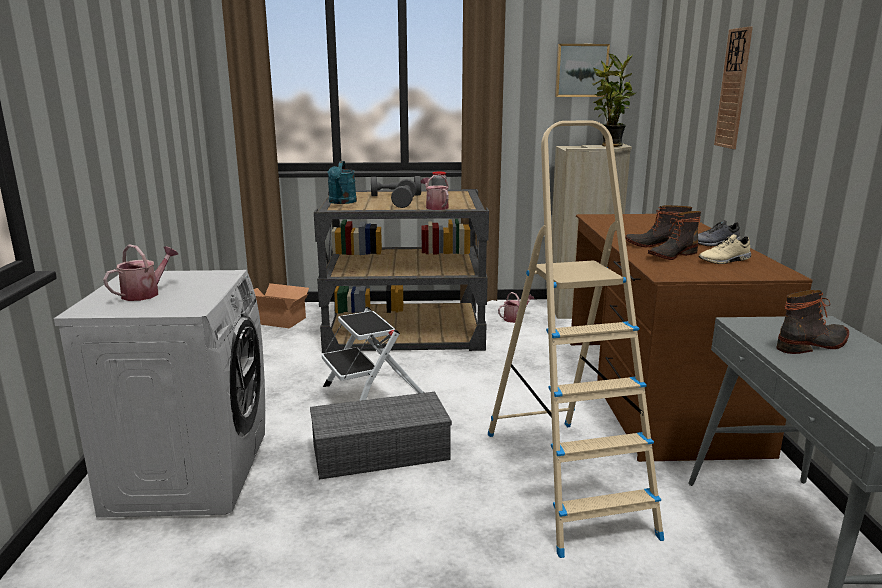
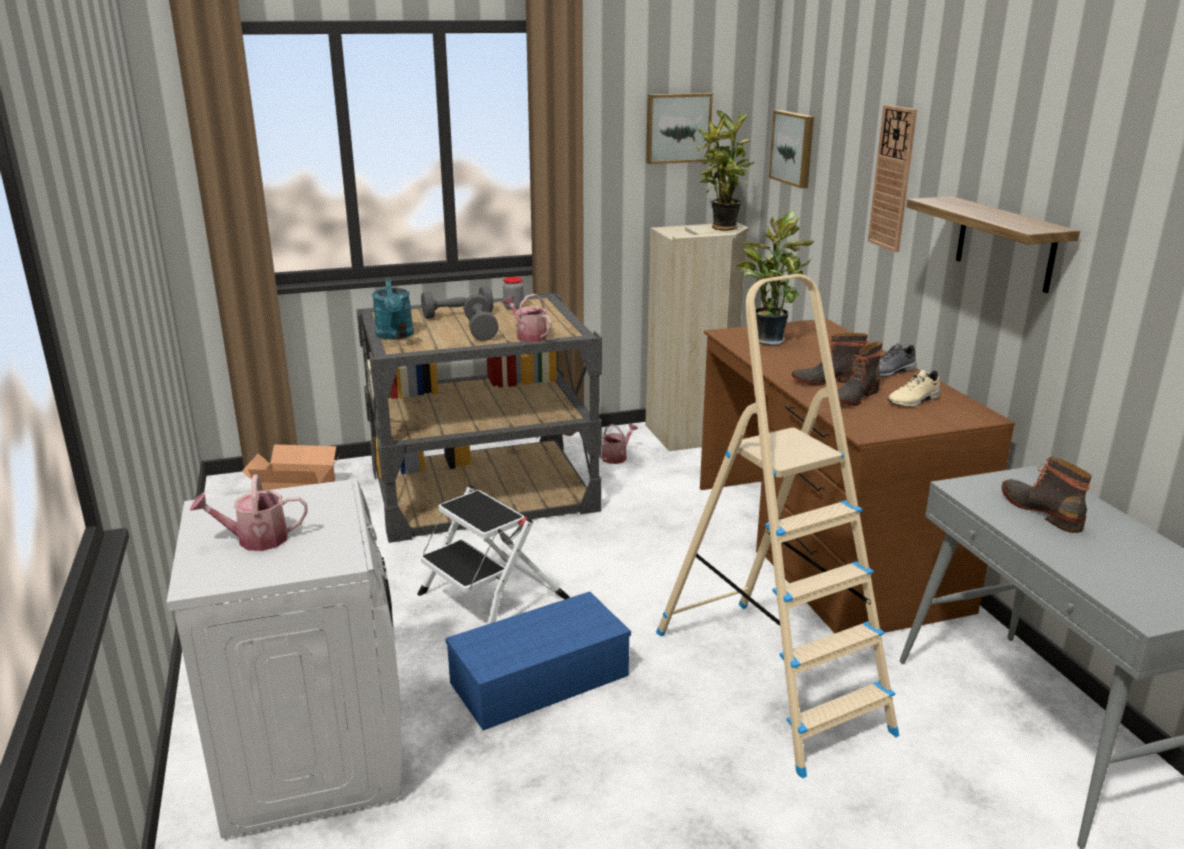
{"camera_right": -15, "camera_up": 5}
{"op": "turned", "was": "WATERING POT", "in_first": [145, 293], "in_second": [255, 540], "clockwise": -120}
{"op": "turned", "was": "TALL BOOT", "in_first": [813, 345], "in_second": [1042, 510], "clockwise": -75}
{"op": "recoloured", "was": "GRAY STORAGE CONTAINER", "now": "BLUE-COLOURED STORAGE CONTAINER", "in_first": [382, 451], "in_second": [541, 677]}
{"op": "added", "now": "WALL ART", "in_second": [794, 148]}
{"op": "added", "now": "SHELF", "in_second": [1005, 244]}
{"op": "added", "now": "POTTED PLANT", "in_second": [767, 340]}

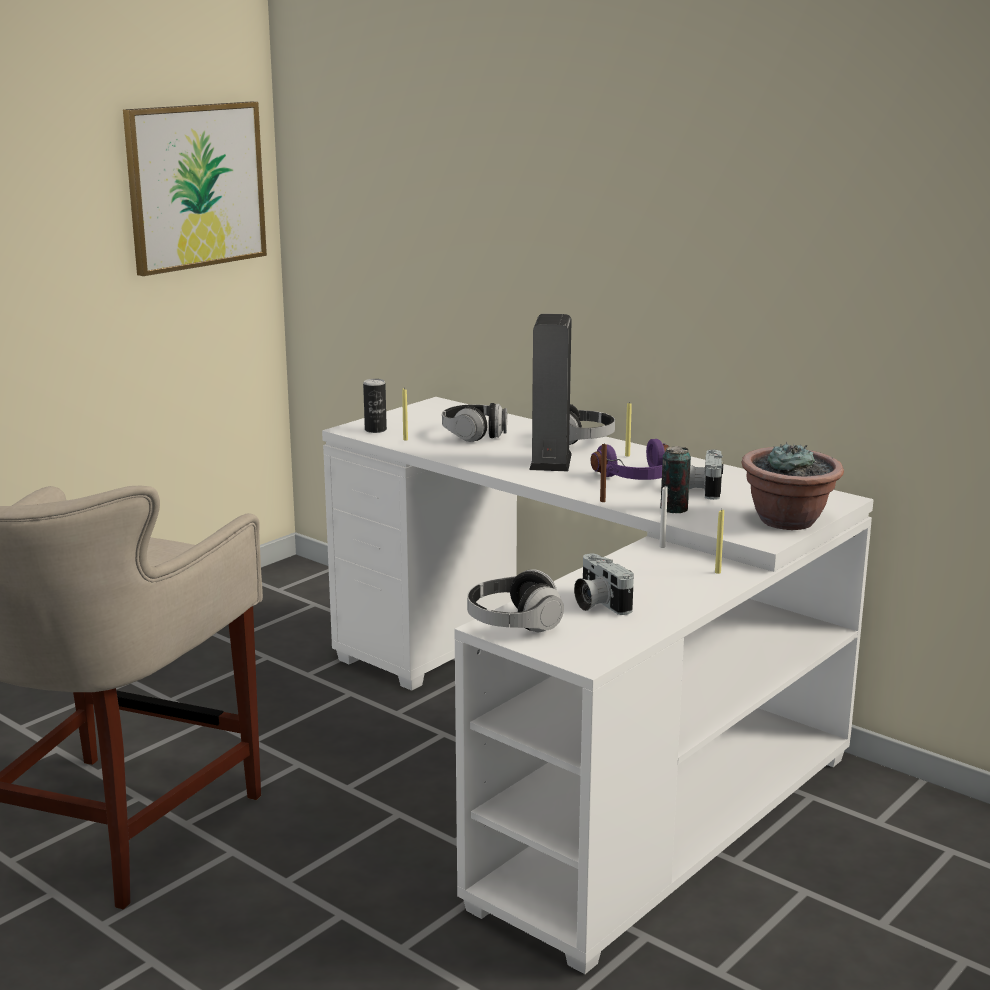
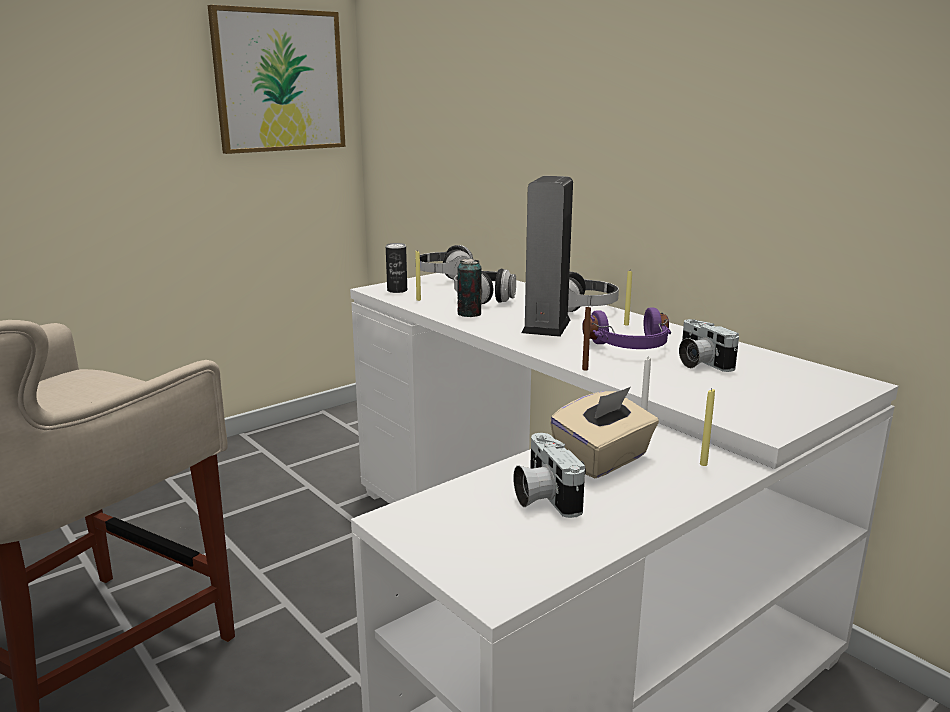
{"camera_right": 10, "camera_up": 0}
{"op": "removed", "was": "POTTED PLANT", "in_first": [788, 521]}
{"op": "moved", "was": "SEALED CAN", "in_first": [674, 509], "in_second": [469, 314]}
{"op": "turned", "was": "PHOTO CAMERA", "in_first": [703, 489], "in_second": [699, 363], "clockwise": -45}
{"op": "moved", "was": "HEADSET", "in_first": [514, 623], "in_second": [444, 276]}
{"op": "added", "now": "SAND-COLOURED BOX OF TISSUES", "in_second": [603, 460]}

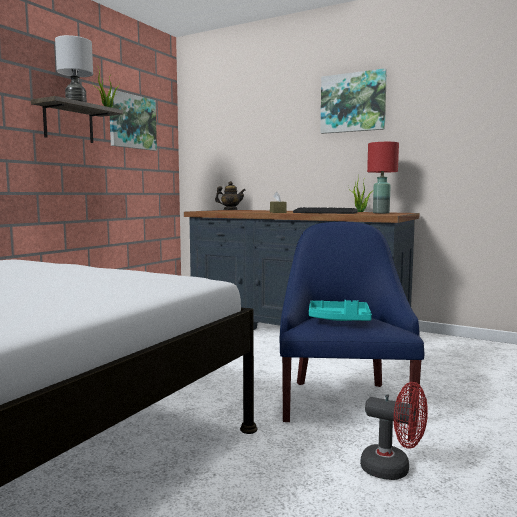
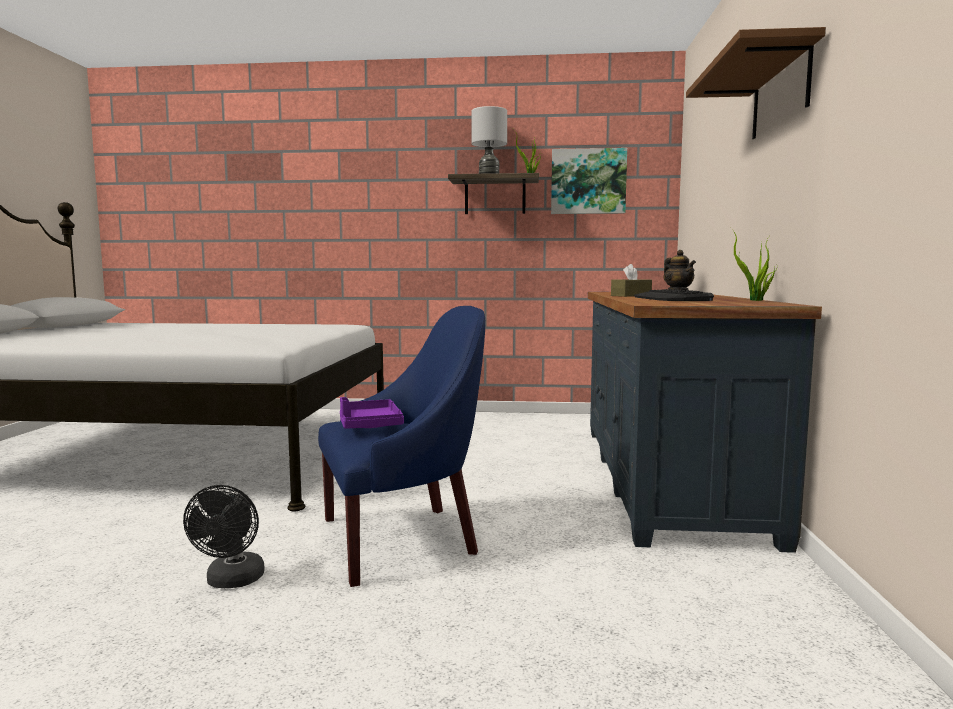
{"camera_right": 65, "camera_up": 0}
{"op": "replaced", "was": "WALL ART", "now": "BROWNISH SHELF", "in_first": [353, 102], "in_second": [780, 93]}
{"op": "removed", "was": "RED-COLOURED TABLETOP LAMP", "in_first": [381, 213]}
{"op": "recoloured", "was": "BLUE-GREEN TRAY", "now": "PURPLE TRAY", "in_first": [339, 319], "in_second": [369, 425]}
{"op": "recoloured", "was": "RED-COLOURED FAN", "now": "BLACK-COLOURED FAN", "in_first": [393, 469], "in_second": [232, 581]}

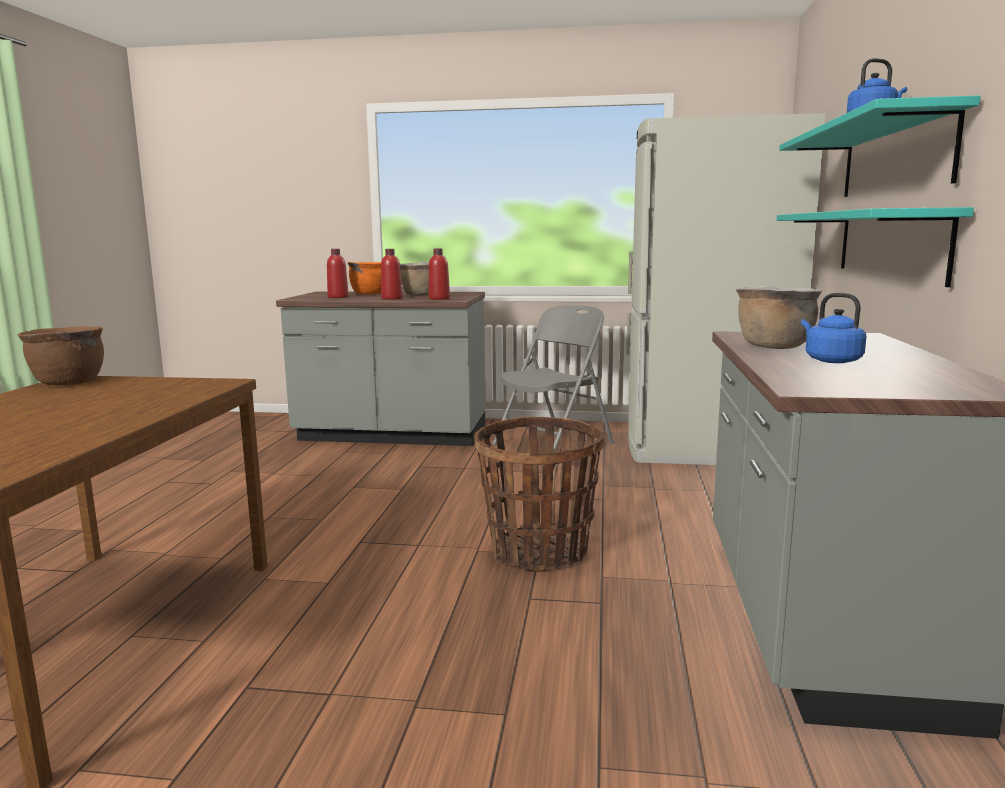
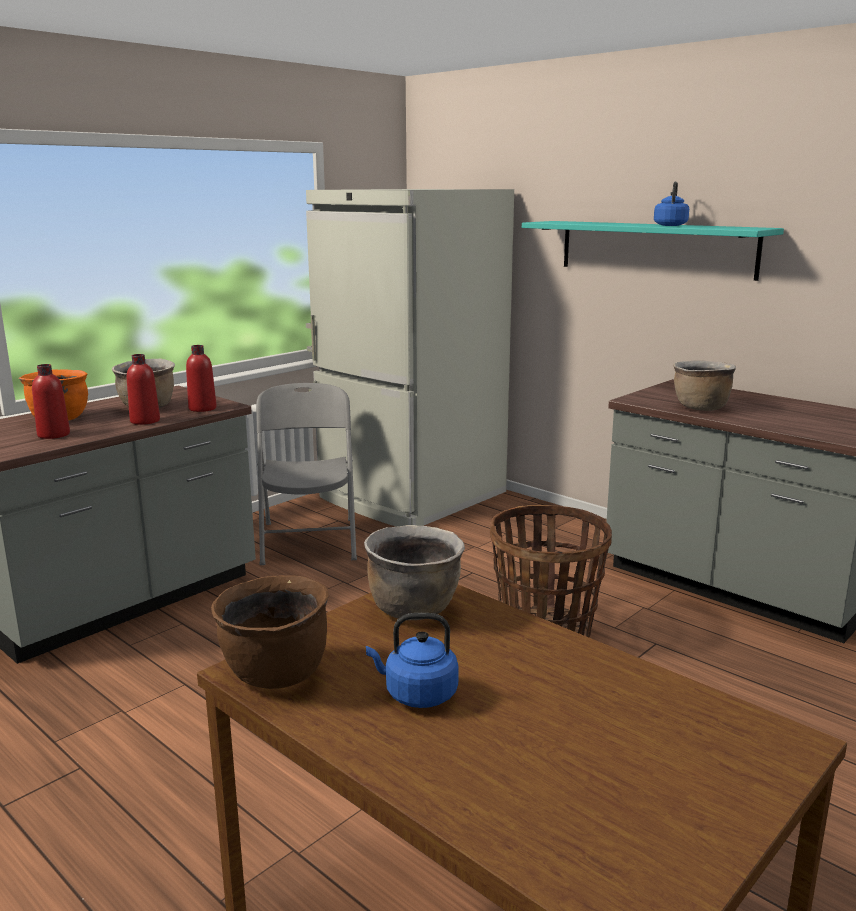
{"camera_right": -55, "camera_up": 5}
{"op": "removed", "was": "BLUE-GREEN SHELF", "in_first": [889, 244]}
{"op": "moved", "was": "BLUE-COLOURED KETTLE", "in_first": [830, 360], "in_second": [417, 694]}
{"op": "added", "now": "BROWNISH STOCKPOT", "in_second": [414, 608]}

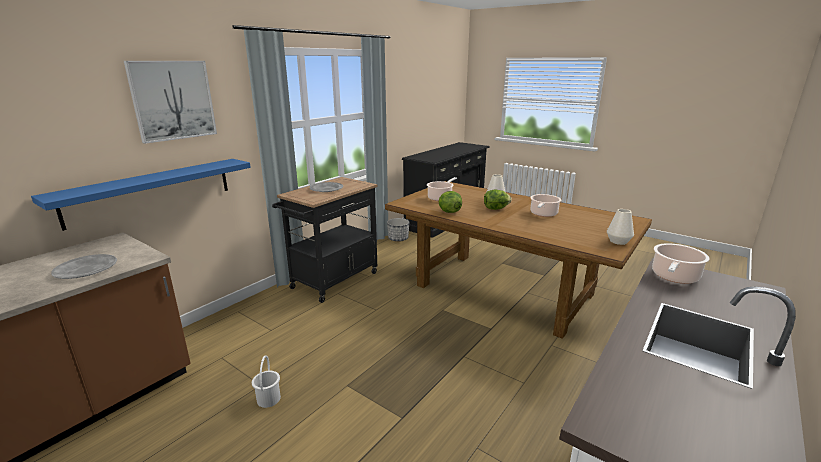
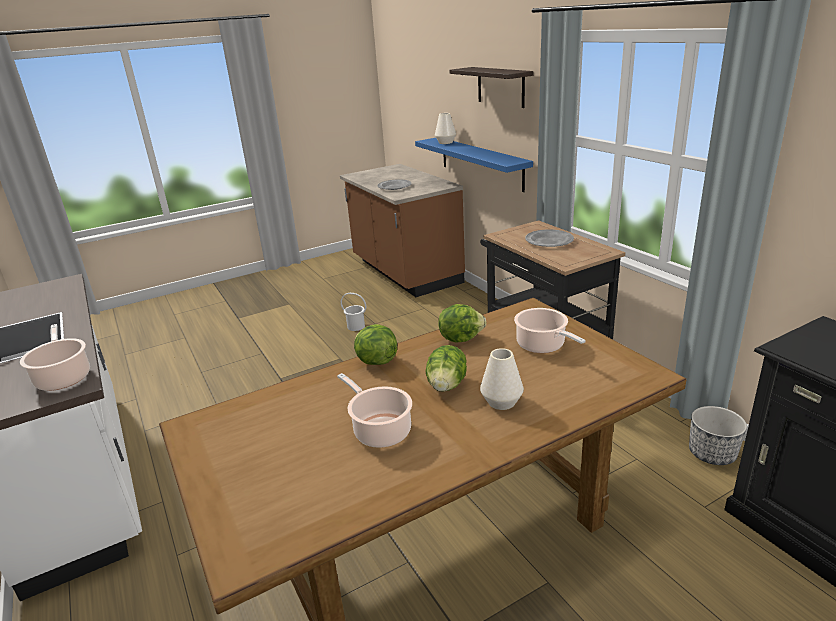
{"camera_right": 115, "camera_up": 5}
{"op": "replaced", "was": "WALL ART", "now": "SHELF", "in_first": [173, 100], "in_second": [500, 86]}
{"op": "moved", "was": "WHITE-COLOURED FLOWER VASE", "in_first": [618, 241], "in_second": [445, 142]}
{"op": "added", "now": "HEAD OF LETTUCE", "in_second": [376, 361]}

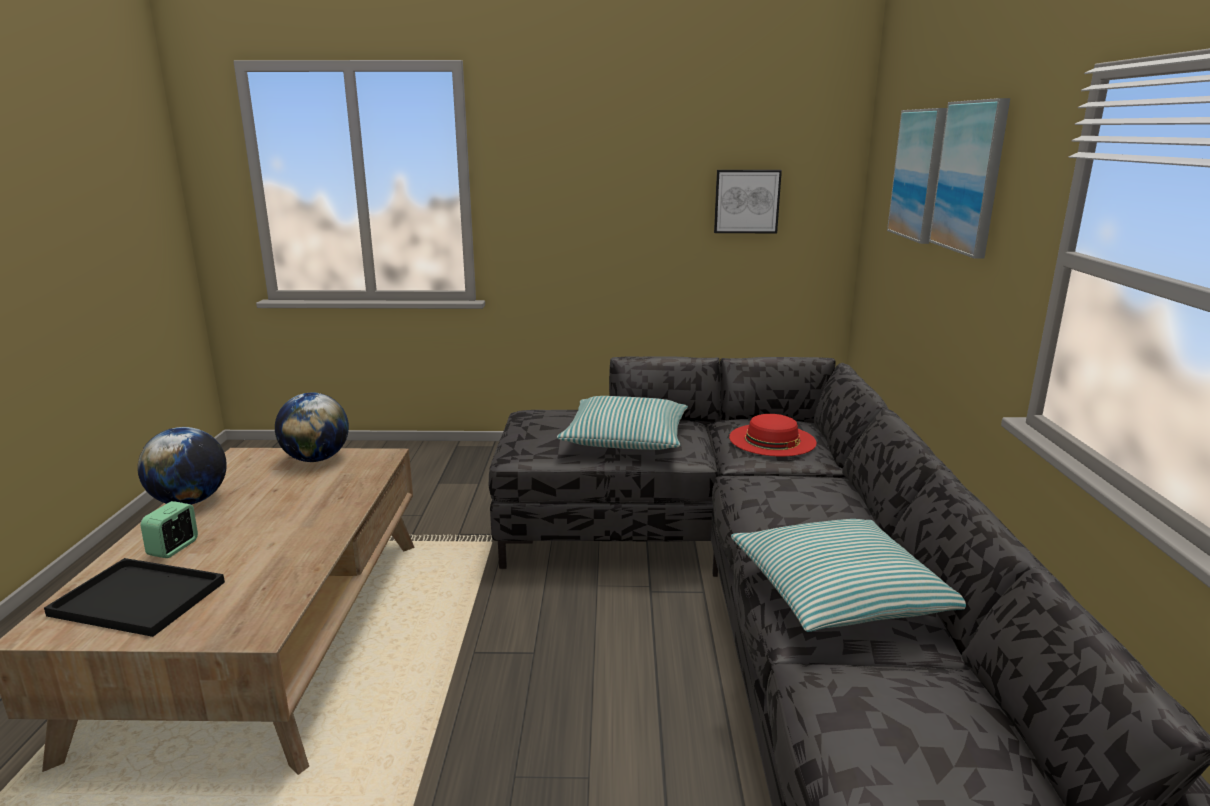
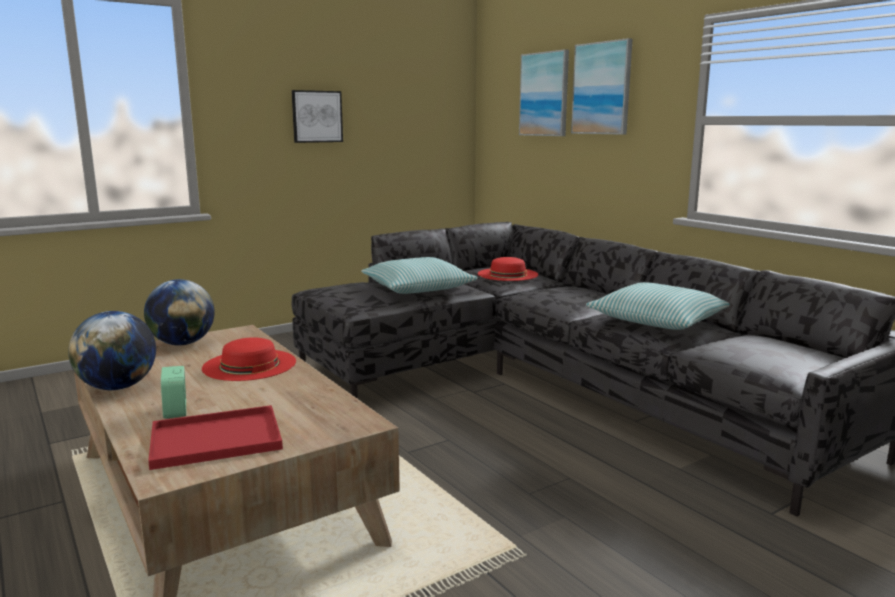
{"camera_right": -35, "camera_up": -5}
{"op": "moved", "was": "WALL ART", "in_first": [746, 201], "in_second": [317, 116]}
{"op": "recoloured", "was": "BLACK-COLOURED TRAY", "now": "RED-COLOURED TRAY", "in_first": [142, 598], "in_second": [218, 438]}
{"op": "added", "now": "RED-COLOURED CLOTHING HAT", "in_second": [249, 364]}

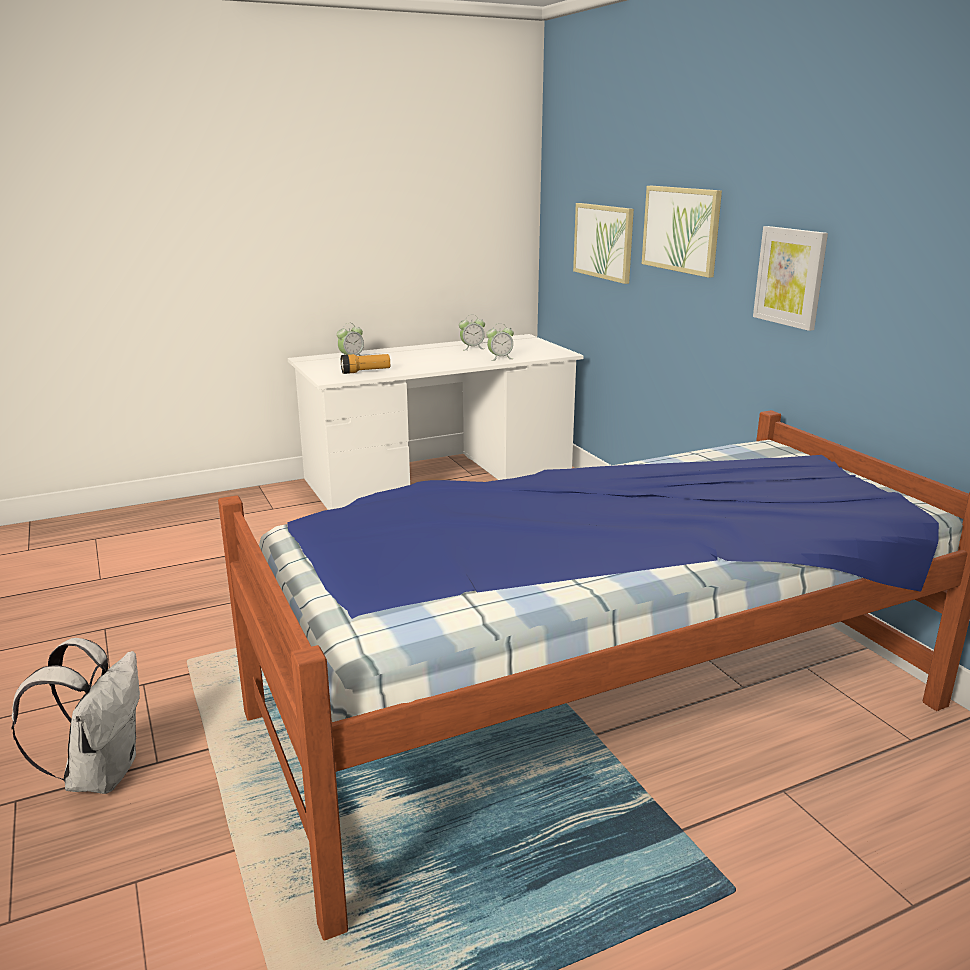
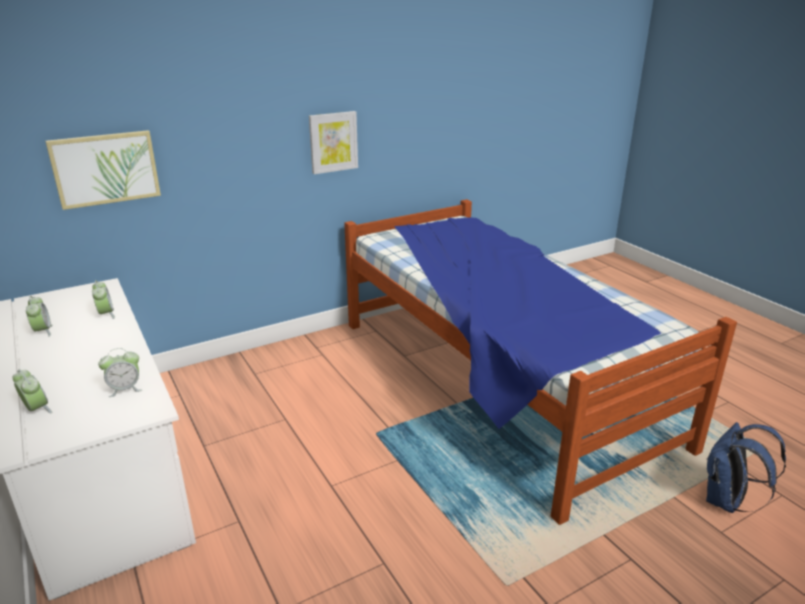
{"camera_right": -95, "camera_up": 5}
{"op": "removed", "was": "WALL ART", "in_first": [681, 229]}
{"op": "replaced", "was": "FLASHLIGHT", "now": "BEDSIDE CLOCK", "in_first": [365, 371], "in_second": [125, 389]}
{"op": "removed", "was": "WHITE-COLOURED RUCKSACK", "in_first": [101, 773]}
{"op": "added", "now": "BLUE-COLOURED RUCKSACK", "in_second": [727, 501]}

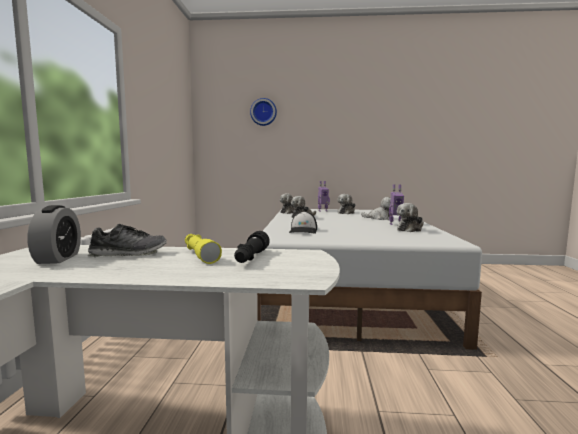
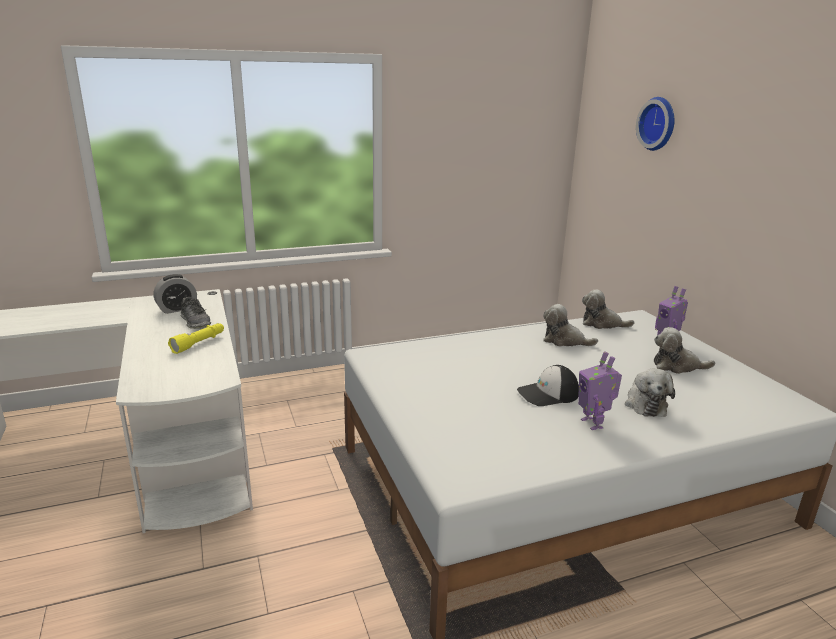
{"camera_right": 65, "camera_up": 15}
{"op": "removed", "was": "PLUSH TOY", "in_first": [410, 229]}
{"op": "moved", "was": "PEAKED CAP", "in_first": [303, 231], "in_second": [548, 394]}
{"op": "removed", "was": "BLACK-COLOURED FLASHLIGHT", "in_first": [251, 258]}

